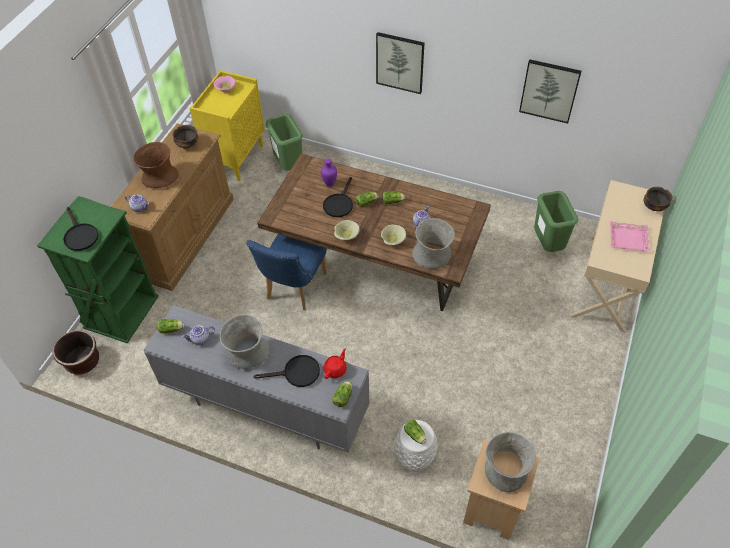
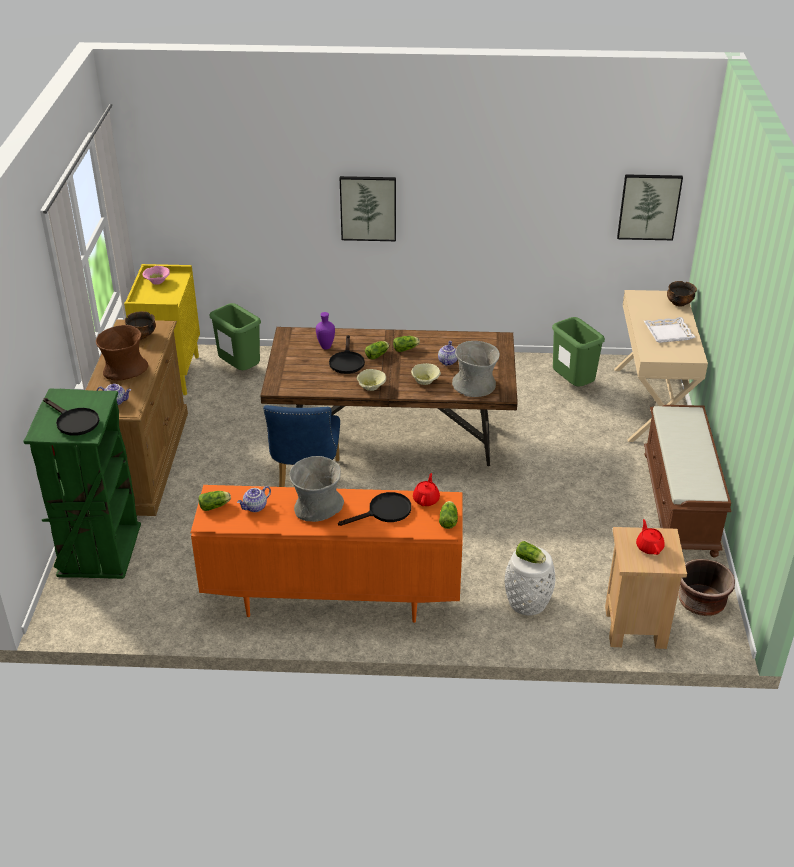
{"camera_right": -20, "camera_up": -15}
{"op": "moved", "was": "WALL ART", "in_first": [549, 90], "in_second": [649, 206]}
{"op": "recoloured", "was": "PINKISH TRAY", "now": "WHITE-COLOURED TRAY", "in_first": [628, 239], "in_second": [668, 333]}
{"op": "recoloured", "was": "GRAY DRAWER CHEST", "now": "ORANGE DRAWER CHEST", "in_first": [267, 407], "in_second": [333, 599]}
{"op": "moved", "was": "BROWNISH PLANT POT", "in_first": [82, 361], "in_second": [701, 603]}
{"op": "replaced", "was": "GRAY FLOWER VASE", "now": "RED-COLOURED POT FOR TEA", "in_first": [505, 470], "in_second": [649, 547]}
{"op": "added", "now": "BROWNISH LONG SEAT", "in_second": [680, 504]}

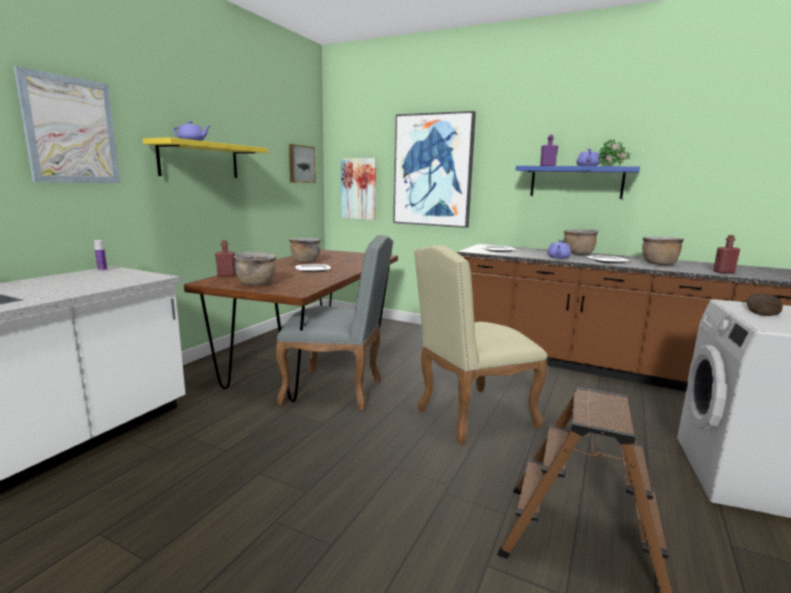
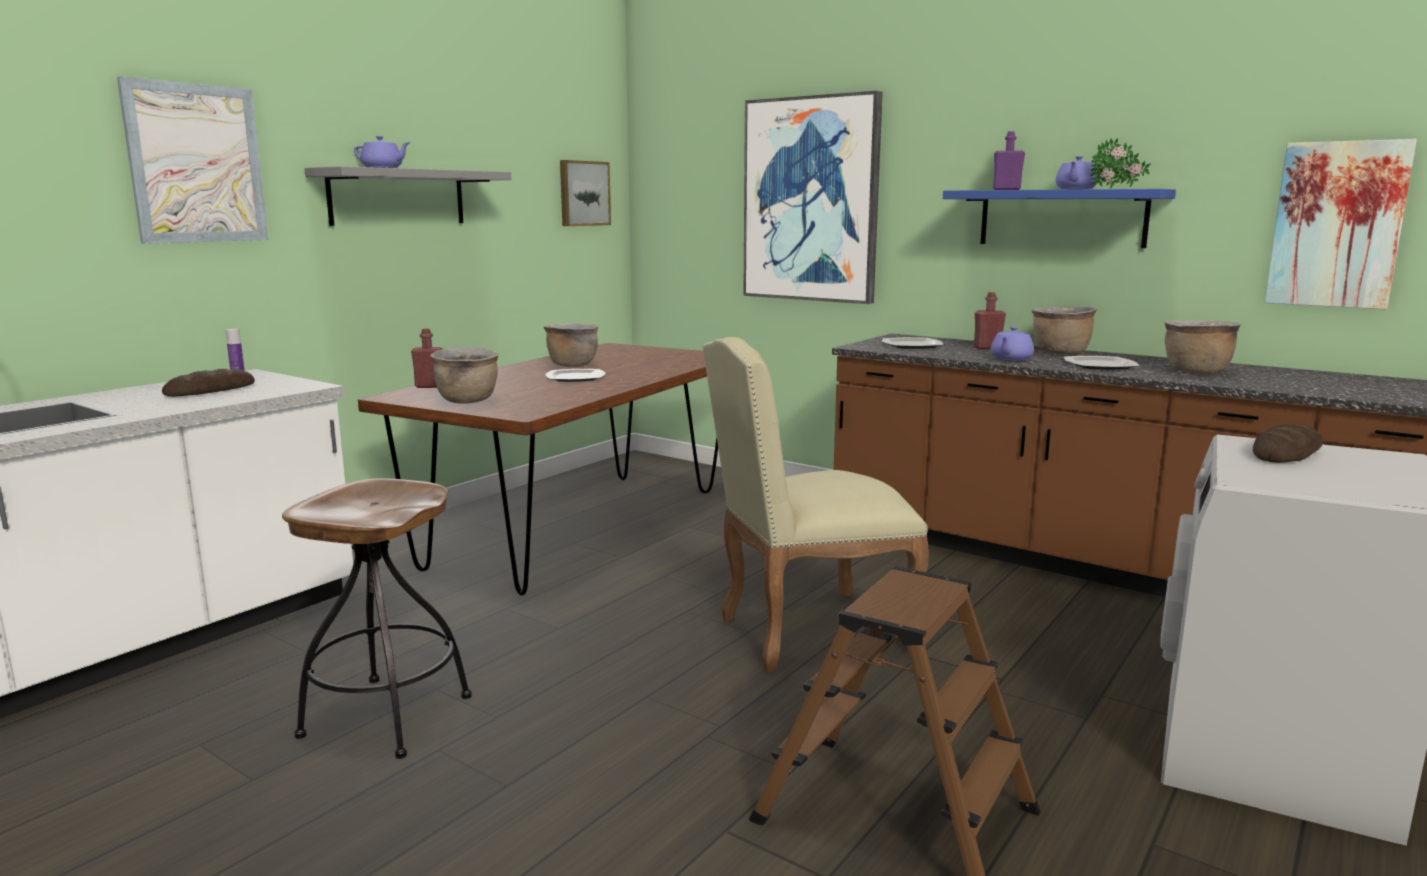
{"camera_right": 10, "camera_up": 0}
{"op": "recoloured", "was": "YELLOWISH SHELF", "now": "GRAY SHELF", "in_first": [199, 160], "in_second": [398, 197]}
{"op": "moved", "was": "WALL ART", "in_first": [359, 188], "in_second": [1337, 225]}
{"op": "removed", "was": "GRAY UPRIGHT CHAIR", "in_first": [336, 391]}
{"op": "moved", "was": "RED-COLOURED BEVERAGE BOTTLE", "in_first": [723, 272], "in_second": [987, 348]}
{"op": "added", "now": "BAKERY BREAD", "in_second": [210, 390]}
{"op": "added", "now": "BROWNISH STOOL SEAT", "in_second": [387, 715]}

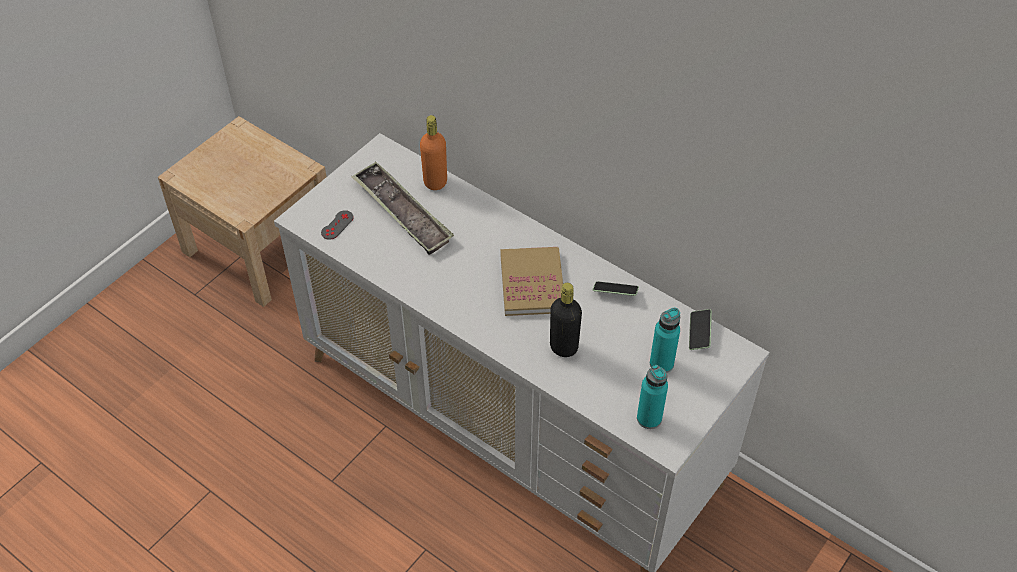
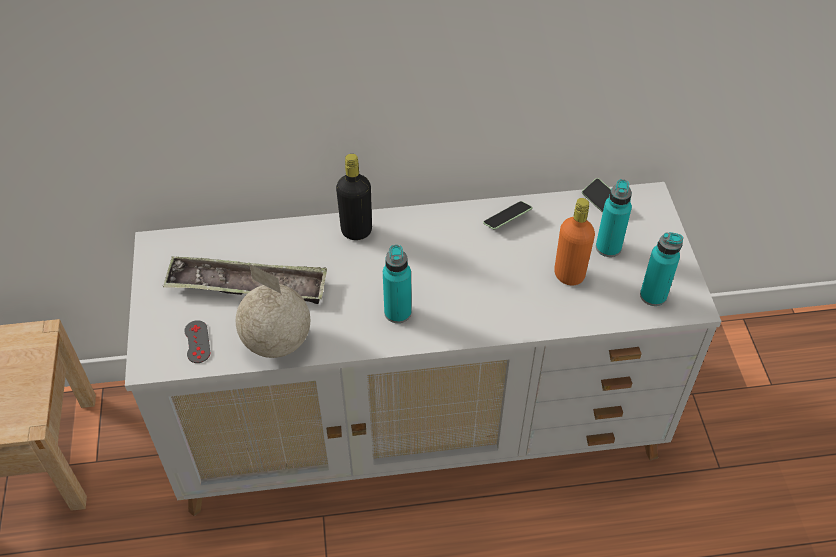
{"camera_right": -45, "camera_up": 0}
{"op": "moved", "was": "ORANGE BEVERAGE BOTTLE", "in_first": [435, 182], "in_second": [569, 275]}
{"op": "removed", "was": "BOUND BOOK", "in_first": [532, 283]}
{"op": "moved", "was": "BLACK-COLOURED BEVERAGE BOTTLE", "in_first": [564, 347], "in_second": [356, 231]}
{"op": "added", "now": "BLUE-GREEN BEVERAGE BOTTLE", "in_second": [397, 312]}
{"op": "added", "now": "GLOBE", "in_second": [277, 343]}

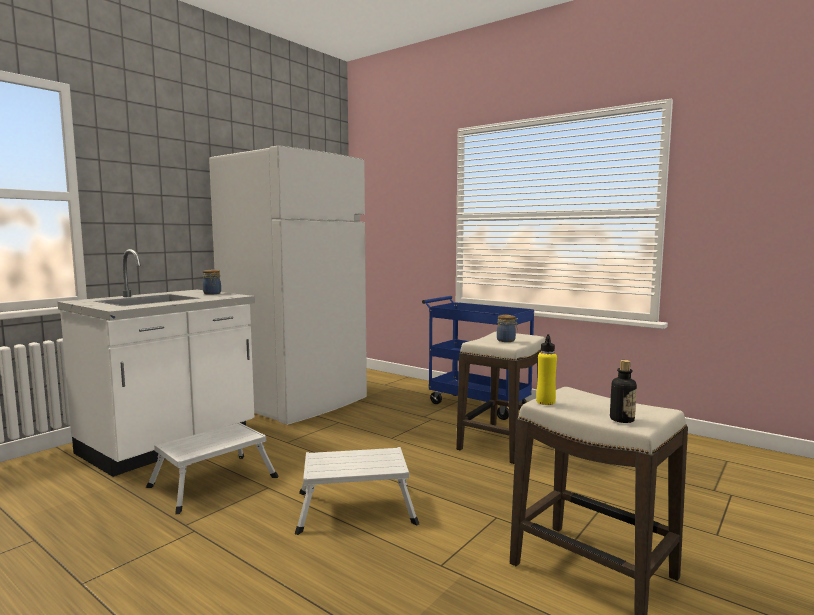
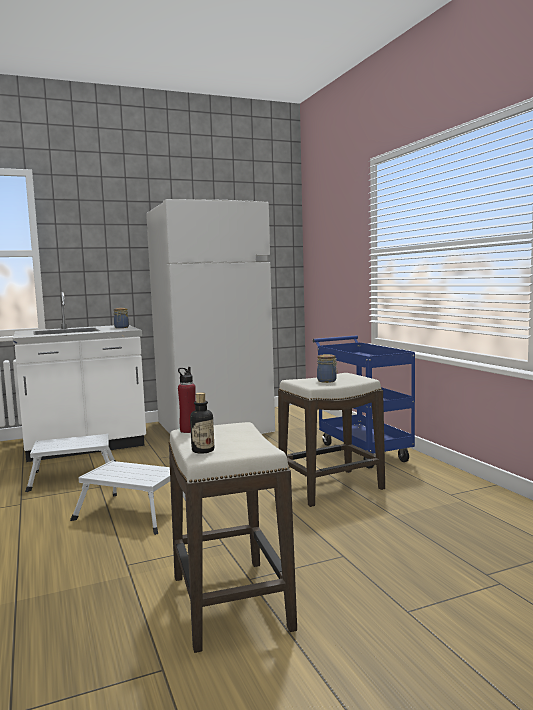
{"camera_right": 30, "camera_up": 0}
{"op": "recoloured", "was": "YELLOWISH BEVERAGE BOTTLE", "now": "RED-COLOURED BEVERAGE BOTTLE", "in_first": [545, 402], "in_second": [188, 430]}

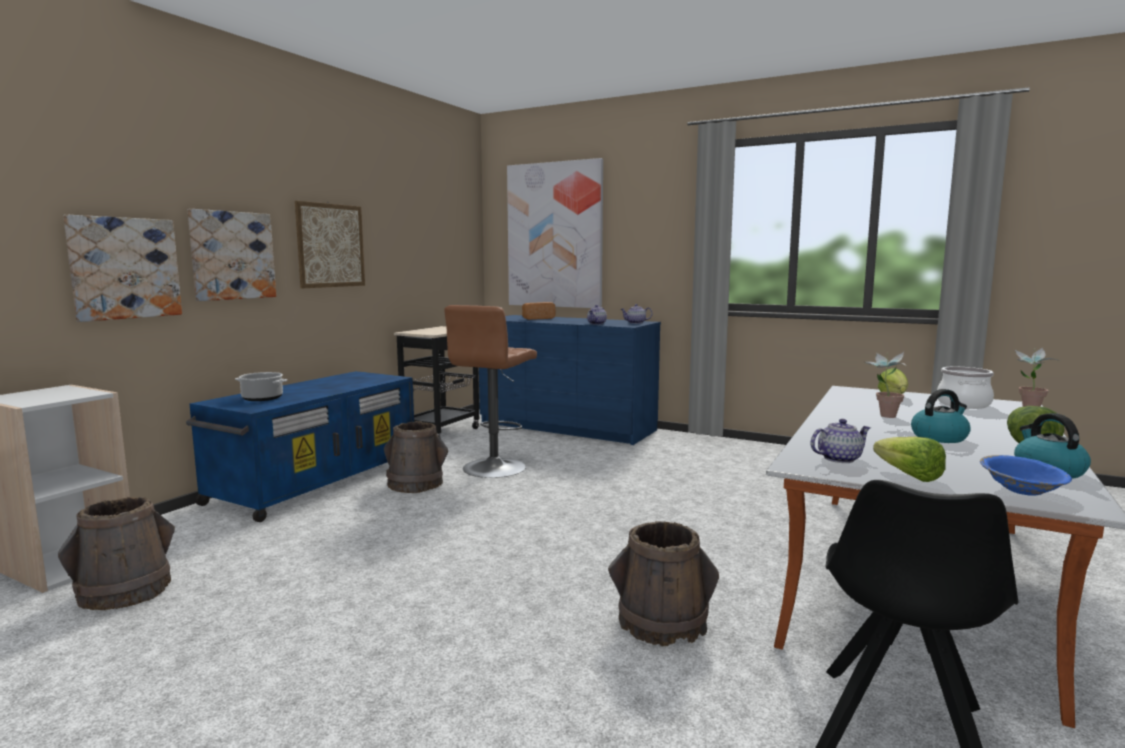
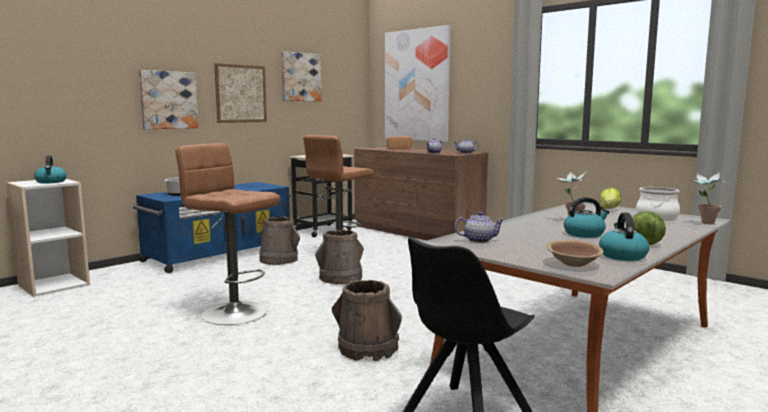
{"camera_right": 15, "camera_up": 0}
{"op": "moved", "was": "WALL ART", "in_first": [124, 268], "in_second": [300, 77]}
{"op": "recoloured", "was": "BLUE-COLOURED DRAWER CHEST", "now": "BROWNISH DRAWER CHEST", "in_first": [567, 426], "in_second": [417, 232]}
{"op": "removed", "was": "HEAD OF LETTUCE", "in_first": [904, 474]}
{"op": "recoloured", "was": "BLUE-COLOURED DEEP DISH", "now": "BROWNISH DEEP DISH", "in_first": [1021, 490], "in_second": [573, 263]}
{"op": "moved", "was": "BROWNISH WATER BUCKET", "in_first": [125, 591], "in_second": [341, 278]}
{"op": "added", "now": "BROWNISH STOOL SEAT", "in_second": [234, 313]}
{"op": "added", "now": "KETTLE", "in_second": [51, 182]}

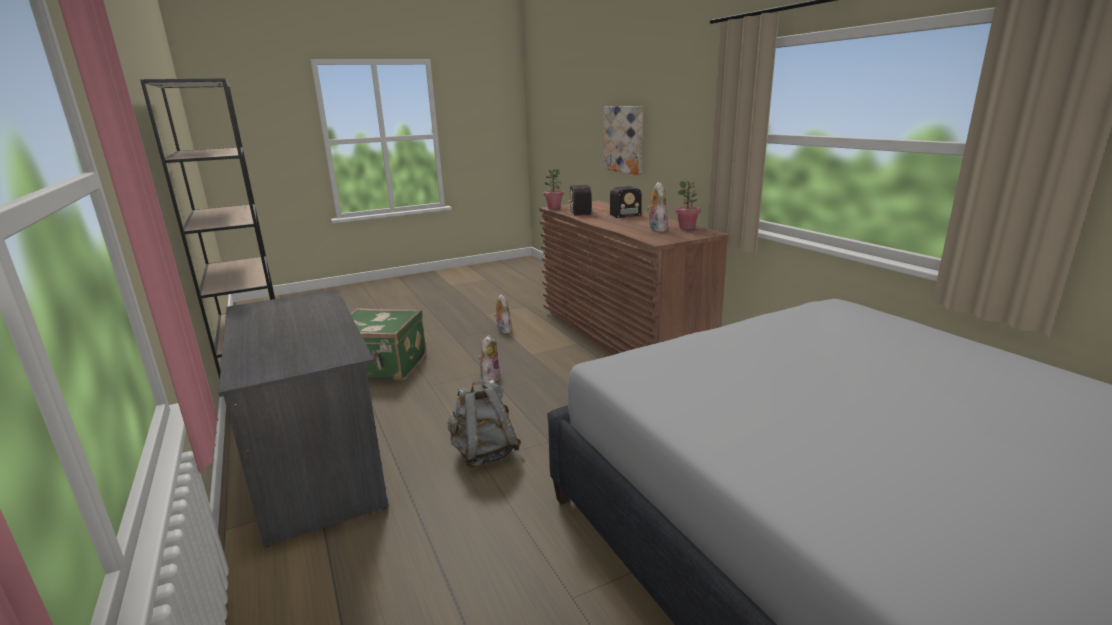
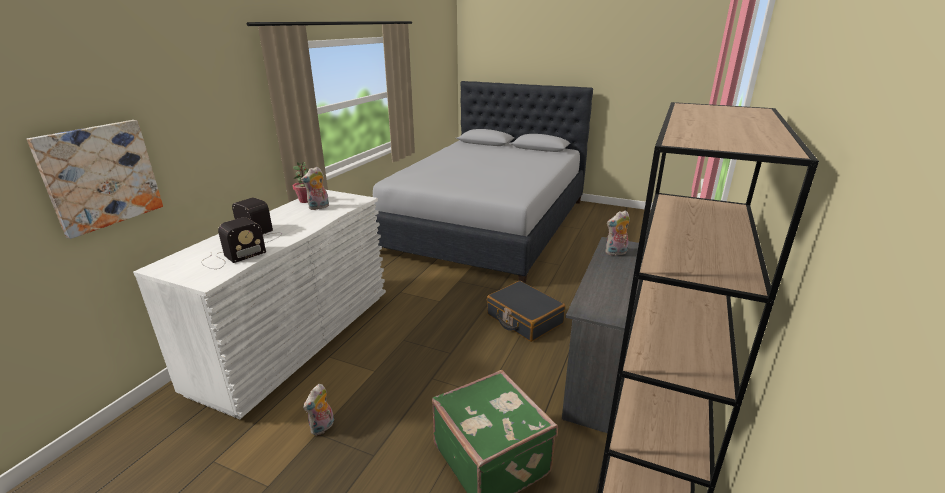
{"camera_right": -130, "camera_up": 5}
{"op": "removed", "was": "POTTED PLANT", "in_first": [554, 208]}
{"op": "recoloured", "was": "BROWNISH DRAWER CHEST", "now": "WHITE-COLOURED DRAWER CHEST", "in_first": [621, 337], "in_second": [297, 340]}
{"op": "moved", "was": "PLUSH TOY", "in_first": [489, 377], "in_second": [616, 253]}
{"op": "replaced", "was": "GRAY RUCKSACK", "now": "BLACK-COLOURED TRAVEL CASE", "in_first": [484, 454], "in_second": [524, 319]}

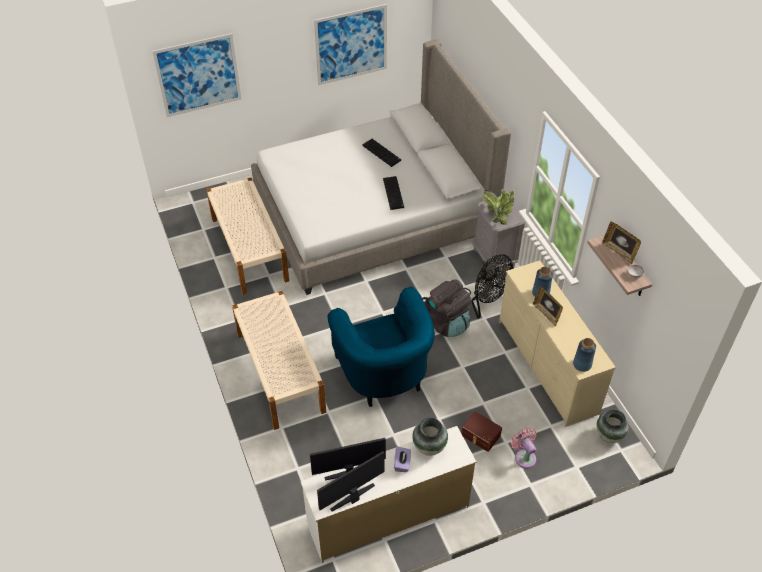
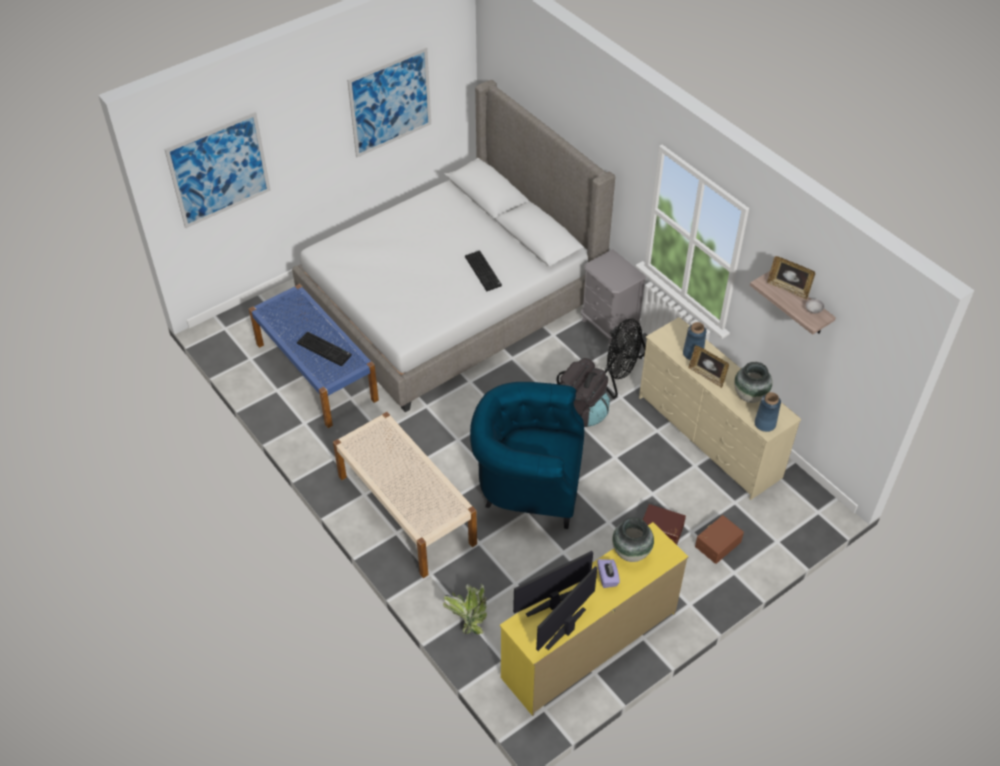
{"camera_right": -15, "camera_up": 0}
{"op": "moved", "was": "COMPUTER KEYBOARD", "in_first": [382, 153], "in_second": [325, 349]}
{"op": "recoloured", "was": "SAND-COLOURED LONG SEAT", "now": "BLUE-COLOURED LONG SEAT", "in_first": [250, 249], "in_second": [317, 371]}
{"op": "moved", "was": "POTTED PLANT", "in_first": [498, 214], "in_second": [468, 617]}
{"op": "turned", "was": "BLUE-COLOURED ARMCHAIR", "in_first": [383, 374], "in_second": [527, 486], "clockwise": 135}
{"op": "moved", "was": "FLOWER VASE", "in_first": [609, 435], "in_second": [749, 395]}
{"op": "recoloured", "was": "WHITE-COLOURED DRAWER CHEST", "now": "YELLOWISH DRAWER CHEST", "in_first": [388, 515], "in_second": [589, 644]}
{"op": "replaced", "was": "PINKISH FAN", "now": "BROWNISH STORAGE CONTAINER", "in_first": [524, 457], "in_second": [717, 543]}

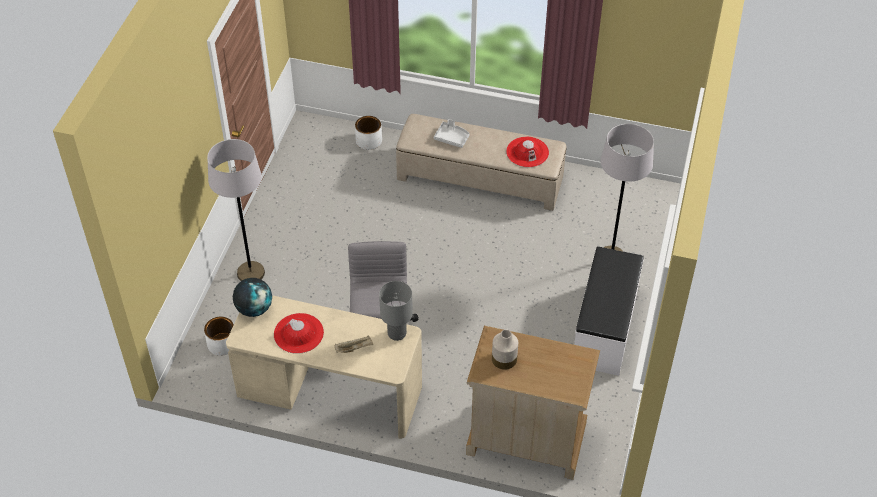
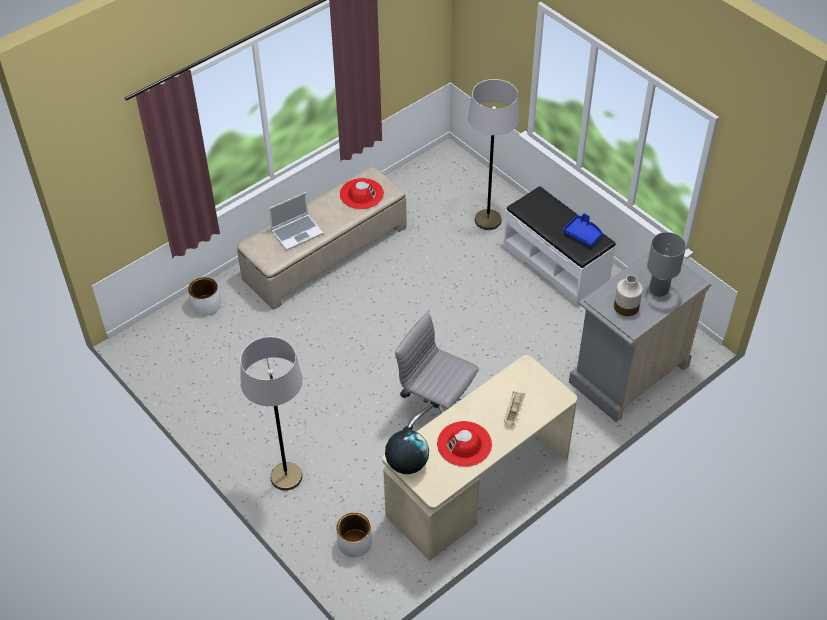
{"camera_right": -55, "camera_up": 0}
{"op": "replaced", "was": "GRAY TRAY", "now": "LAPTOP", "in_first": [452, 138], "in_second": [297, 232]}
{"op": "moved", "was": "GRAY TABLETOP LAMP", "in_first": [397, 334], "in_second": [658, 291]}
{"op": "recoloured", "was": "BROWNISH DRAWER CHEST", "now": "GRAY DRAWER CHEST", "in_first": [526, 439], "in_second": [628, 374]}
{"op": "added", "now": "BLUE-COLOURED TRAY", "in_second": [583, 234]}

